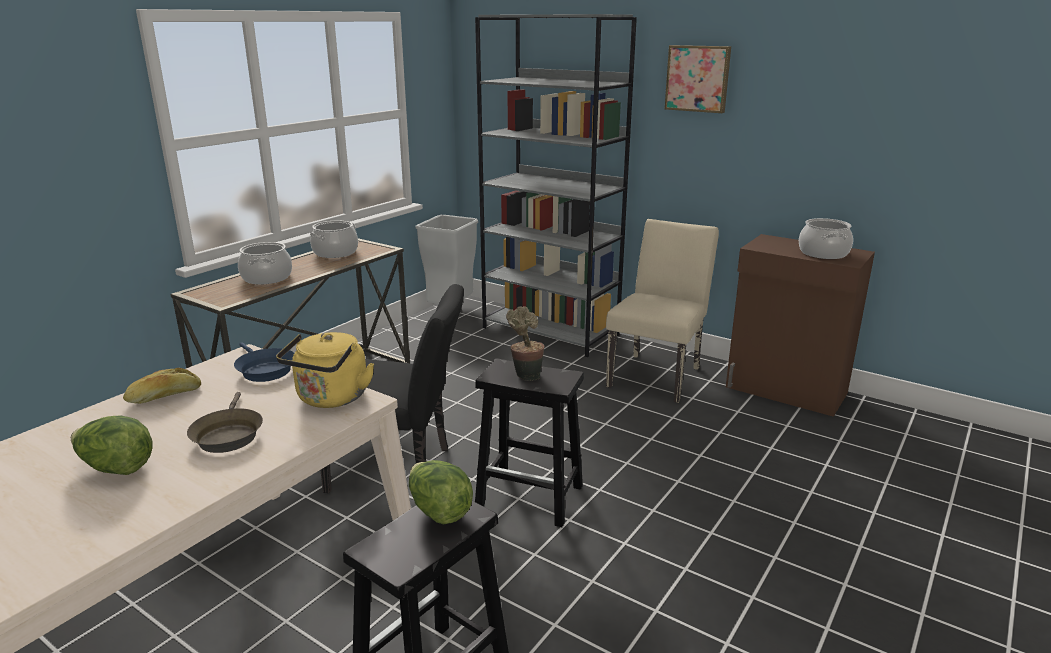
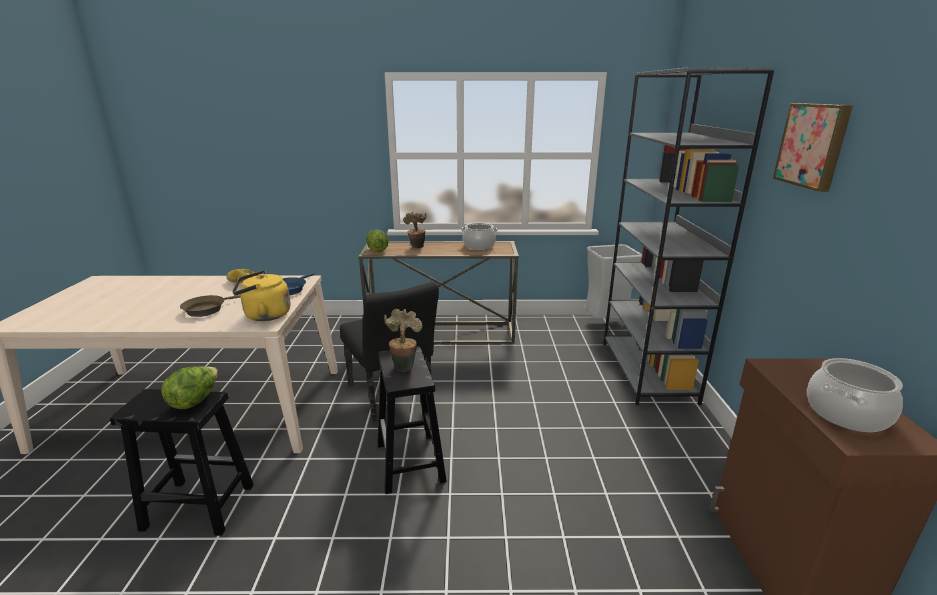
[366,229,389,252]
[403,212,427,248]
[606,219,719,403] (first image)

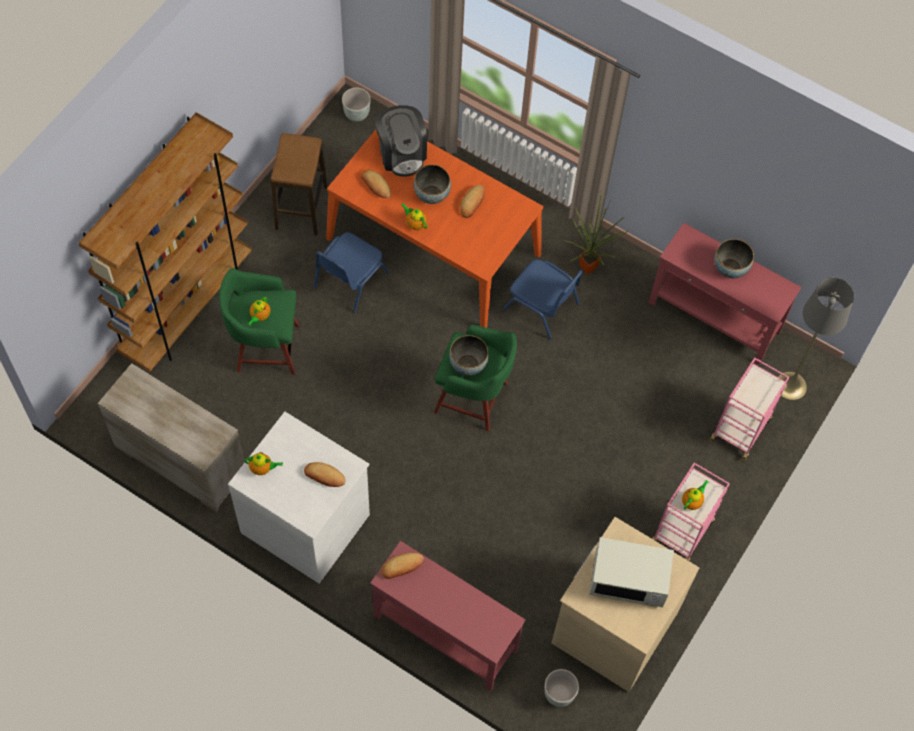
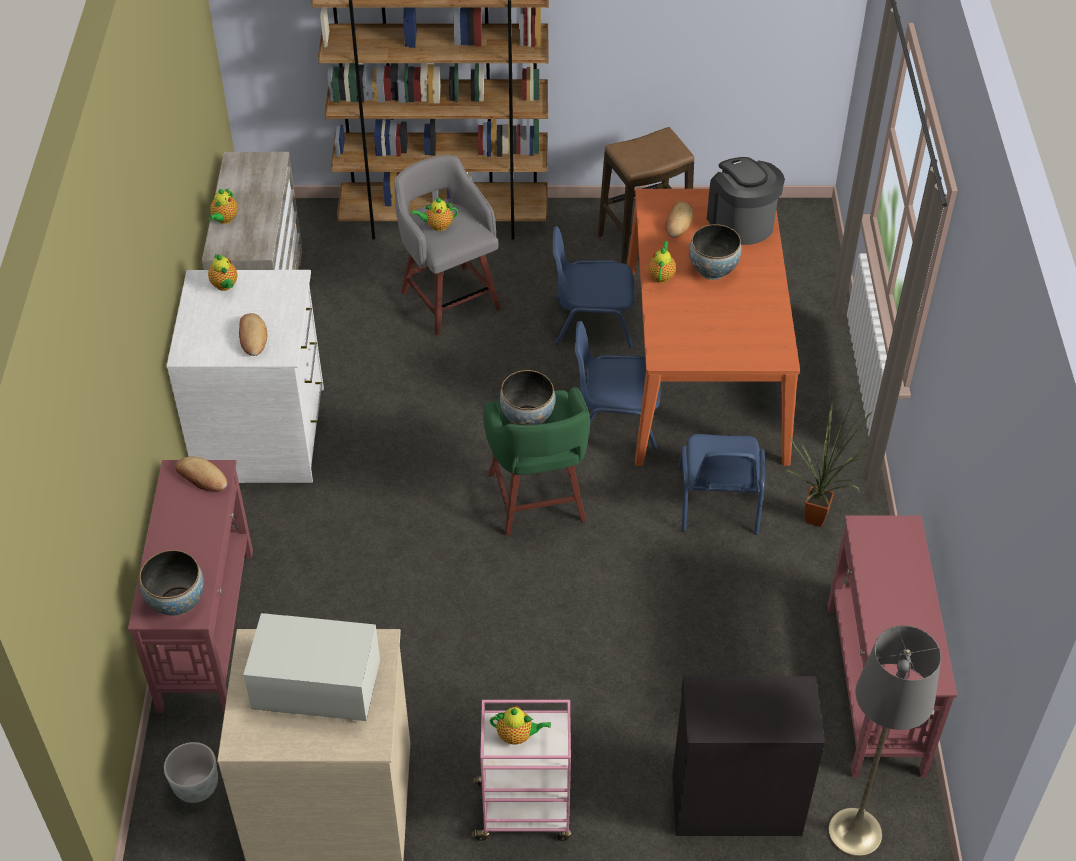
[394,155,501,336]
[342,88,371,121] (first image)
[707,157,785,245]
[460,185,485,218] (first image)
[243,613,380,721]
[672,676,825,836]
[140,550,204,616]
[209,188,238,224]
[575,321,661,450]

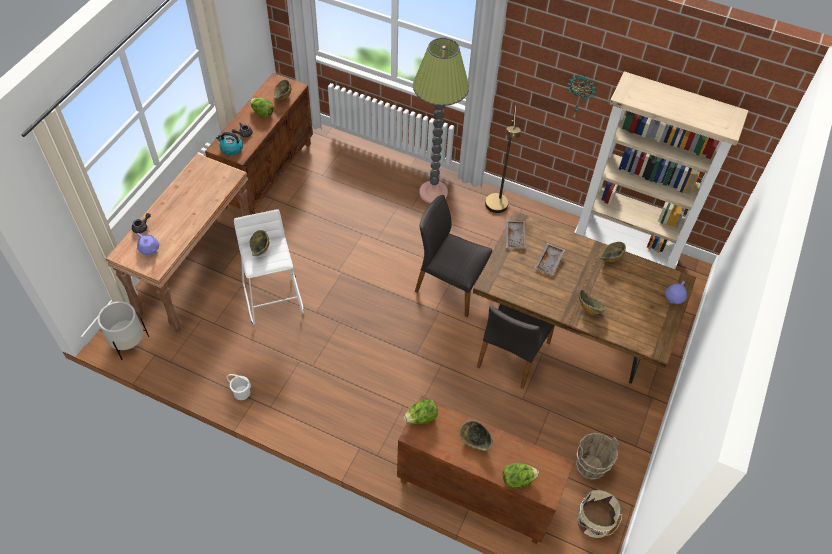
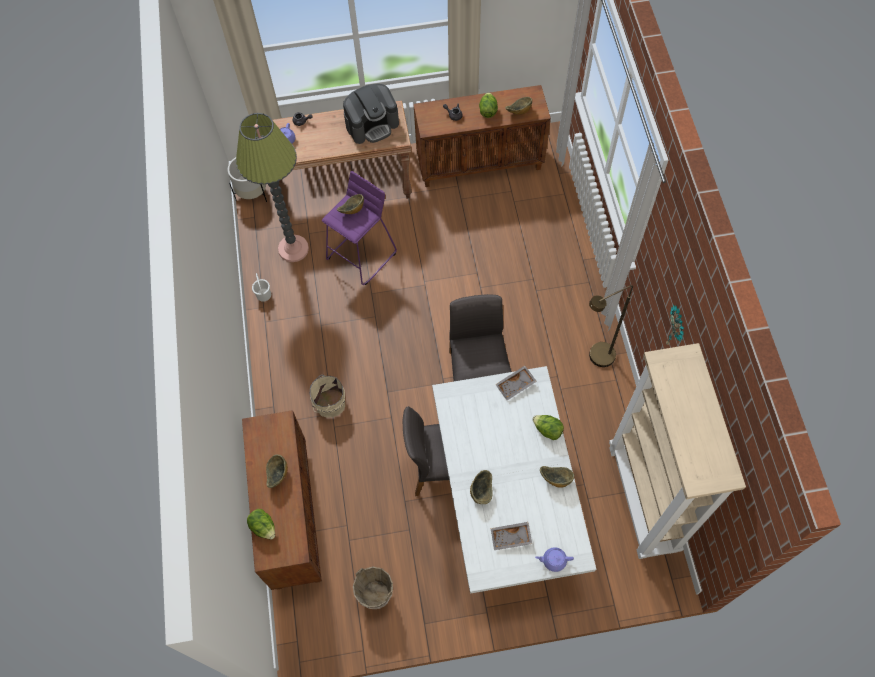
[216,132,243,155] (first image)
[322,171,397,285]
[532,415,564,440]
[236,113,309,262]
[432,366,596,594]
[491,522,532,550]
[310,375,345,418]
[343,84,399,144]

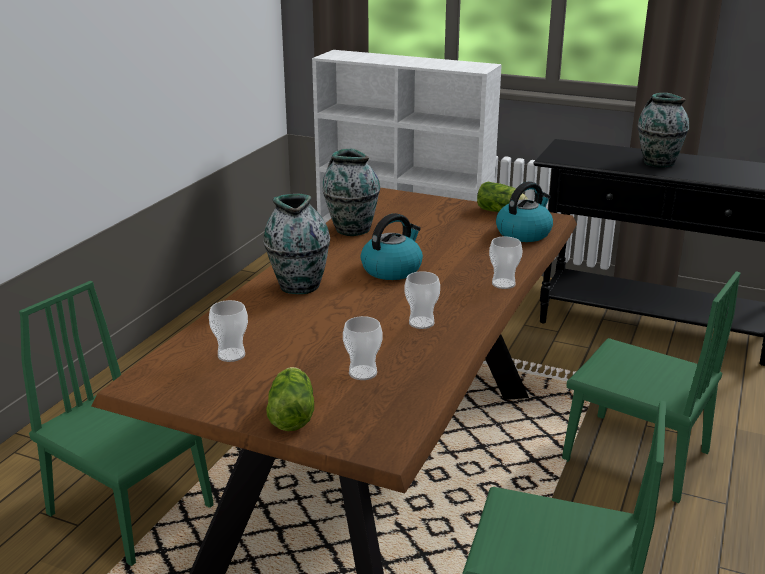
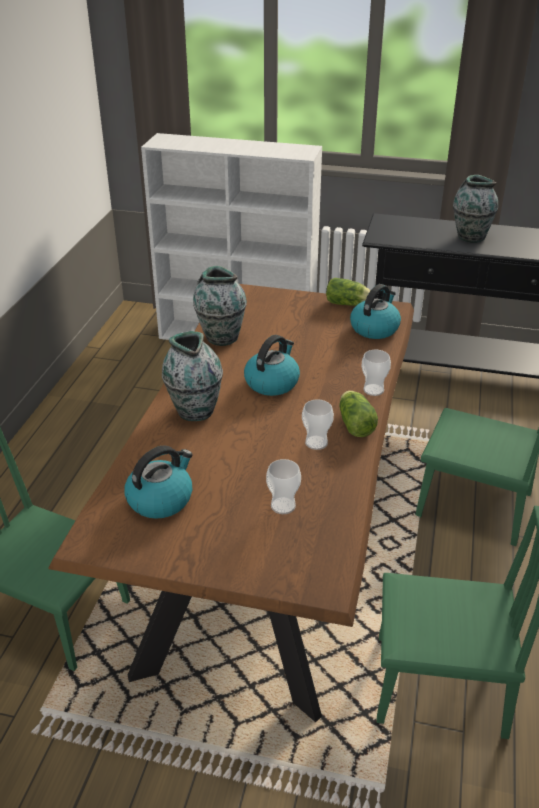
[124,445,193,519]
[339,391,378,437]

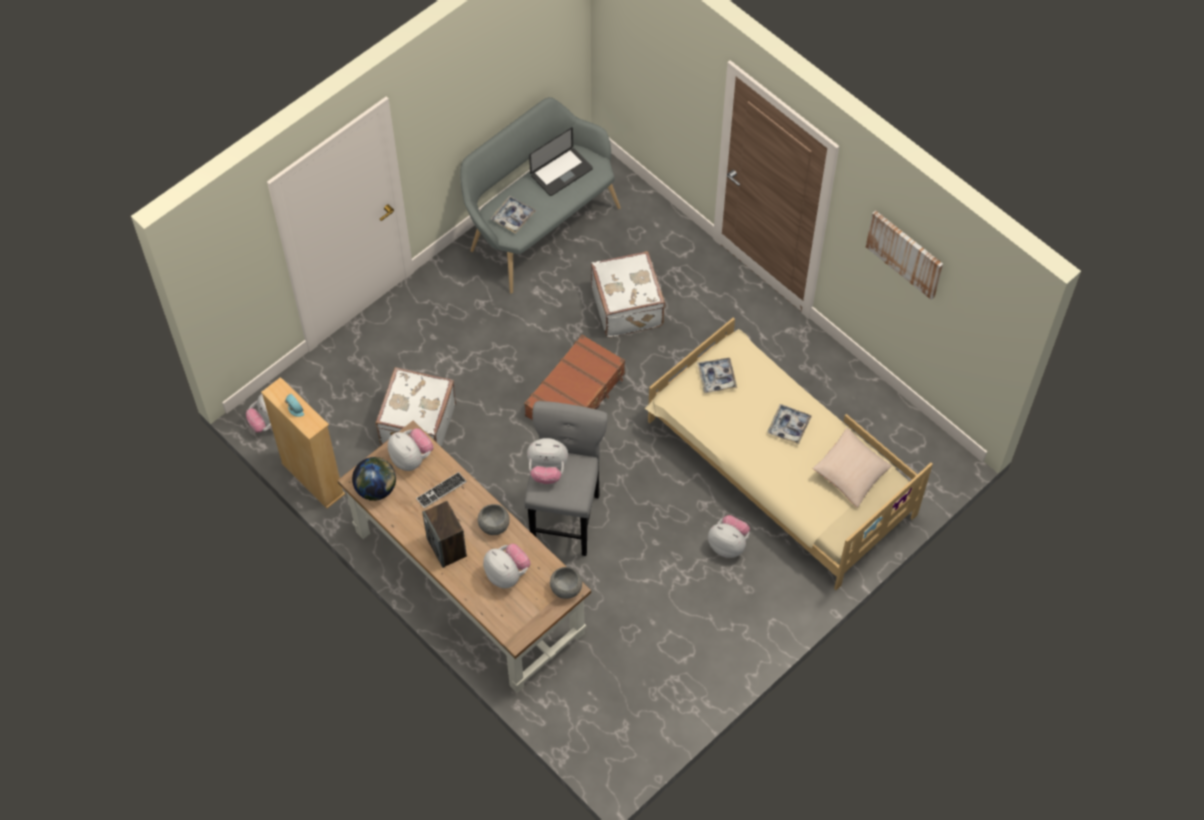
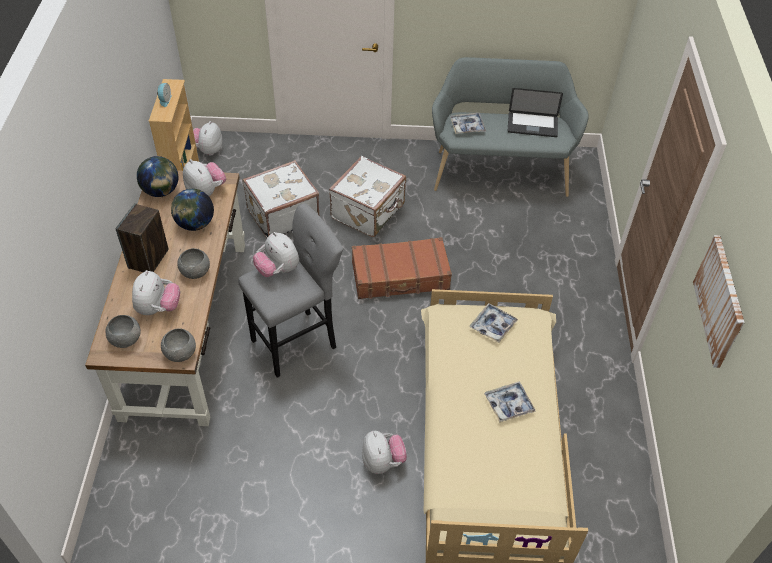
[183,159,226,196]
[171,189,214,231]
[329,156,406,237]
[813,428,891,508] (first image)
[105,315,141,348]

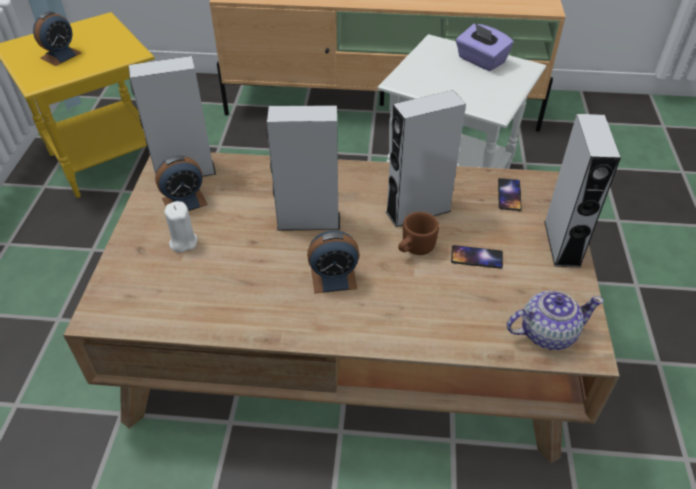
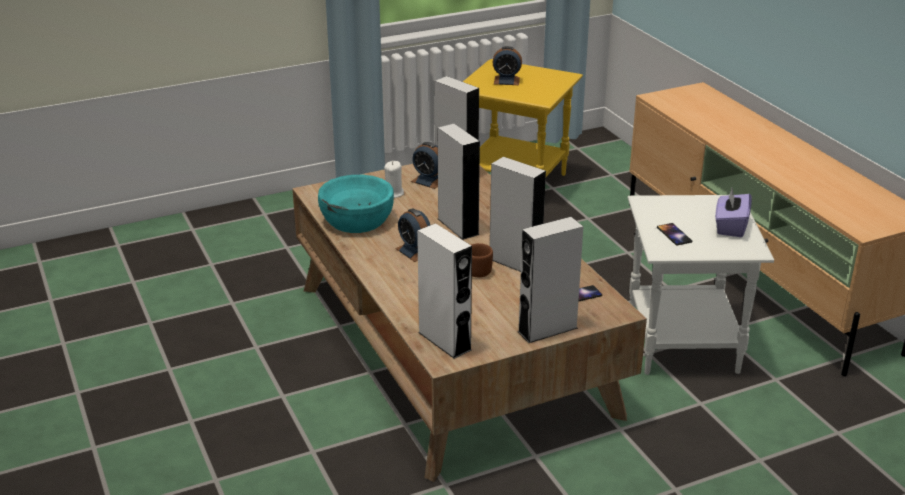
[657,223,693,245]
[417,223,472,359]
[318,175,394,233]

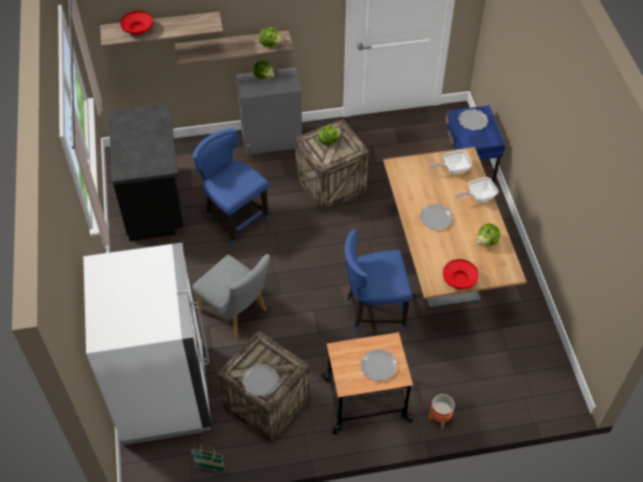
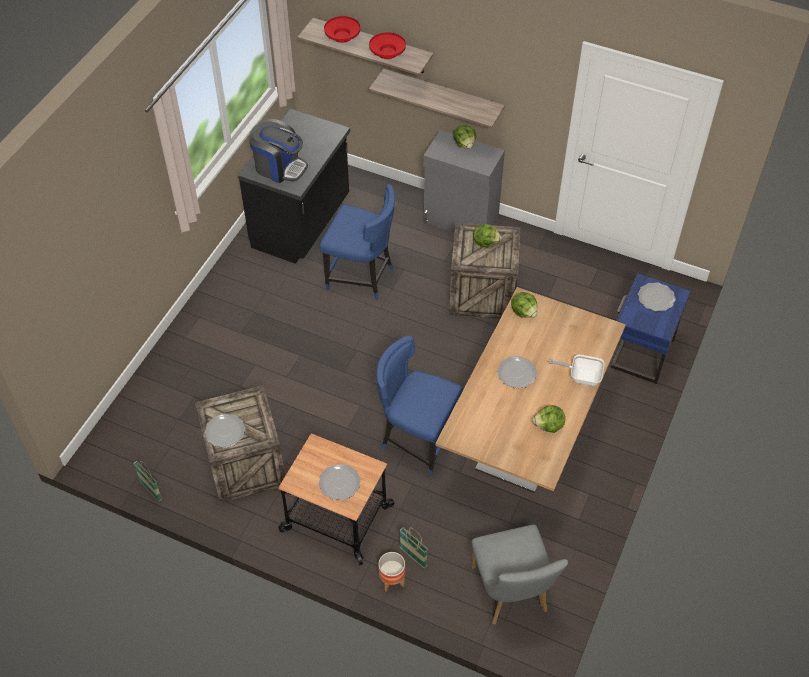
[83,243,212,445] (first image)
[471,525,568,624]
[319,184,395,300]
[511,292,537,318]
[428,150,472,175] (first image)
[369,32,406,59]
[249,119,308,183]
[399,527,428,568]

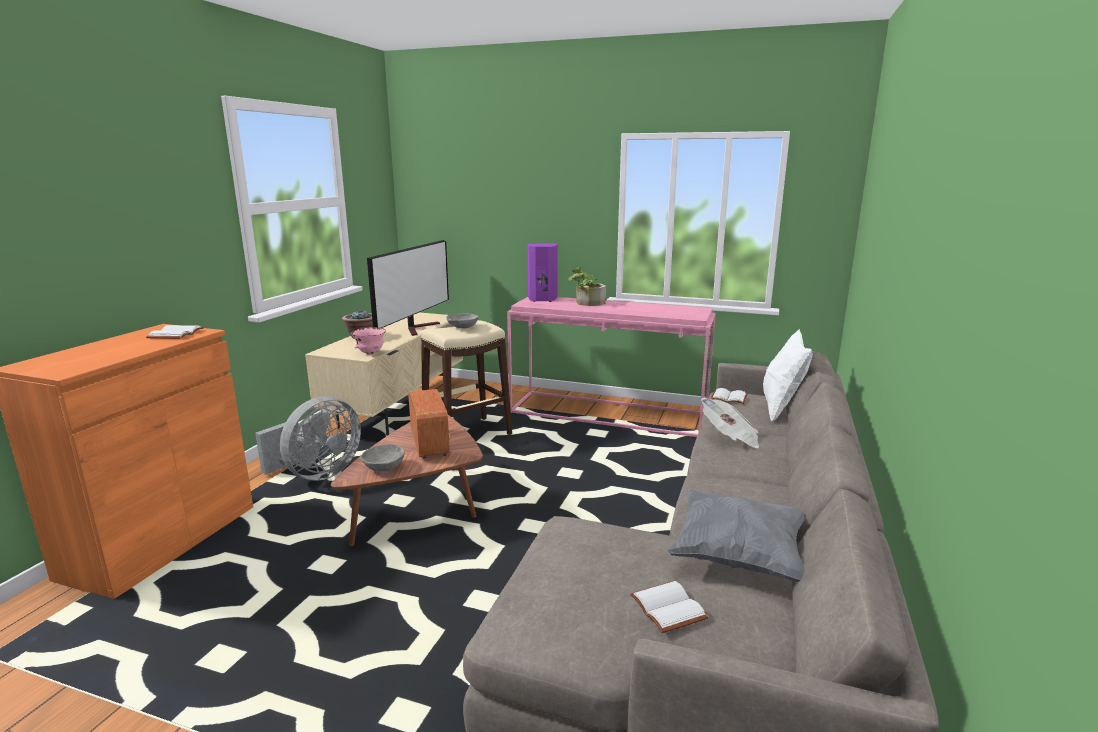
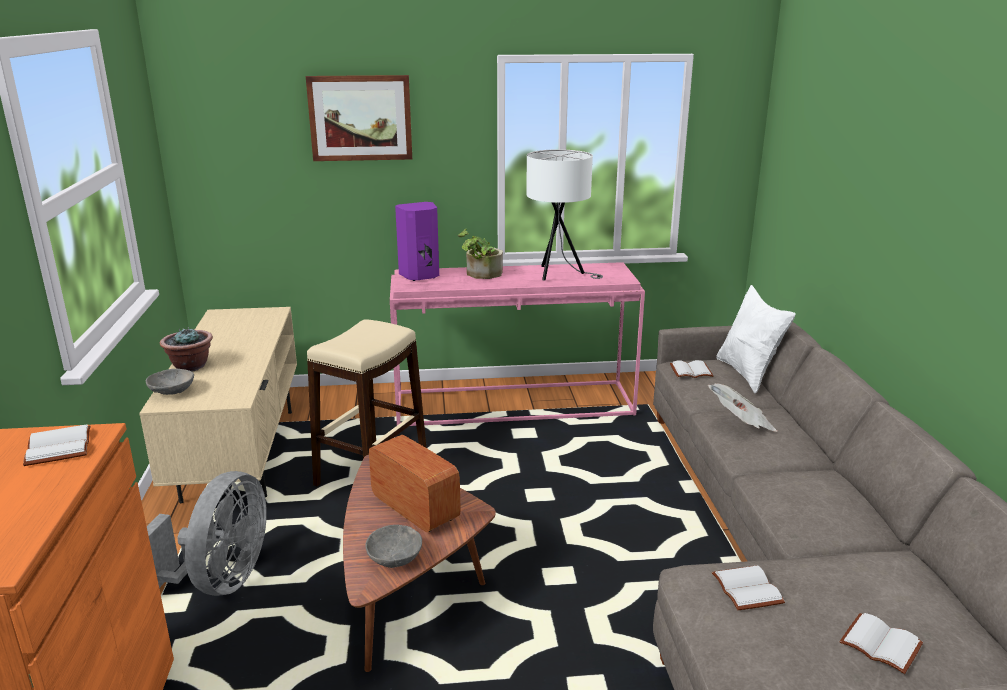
[350,327,386,354] (first image)
[367,240,449,336] (first image)
[146,369,194,395]
[667,490,805,582] (first image)
[306,75,412,161]
[526,149,603,281]
[712,565,785,610]

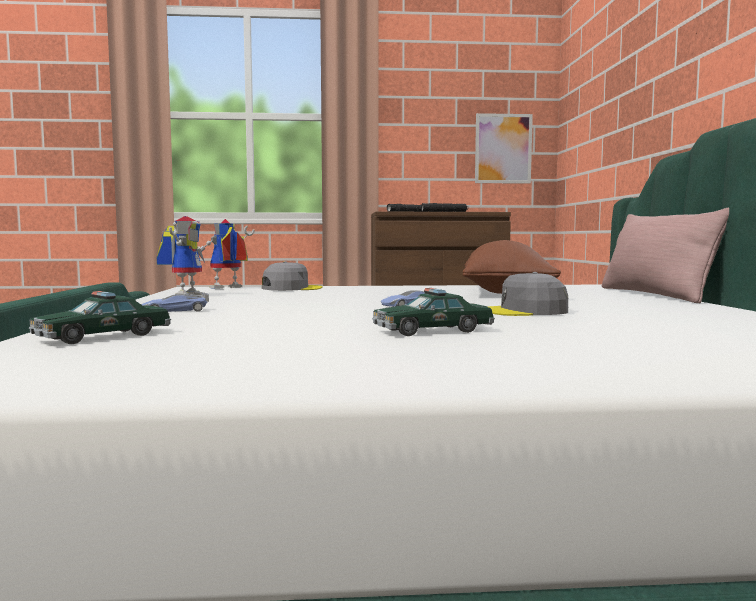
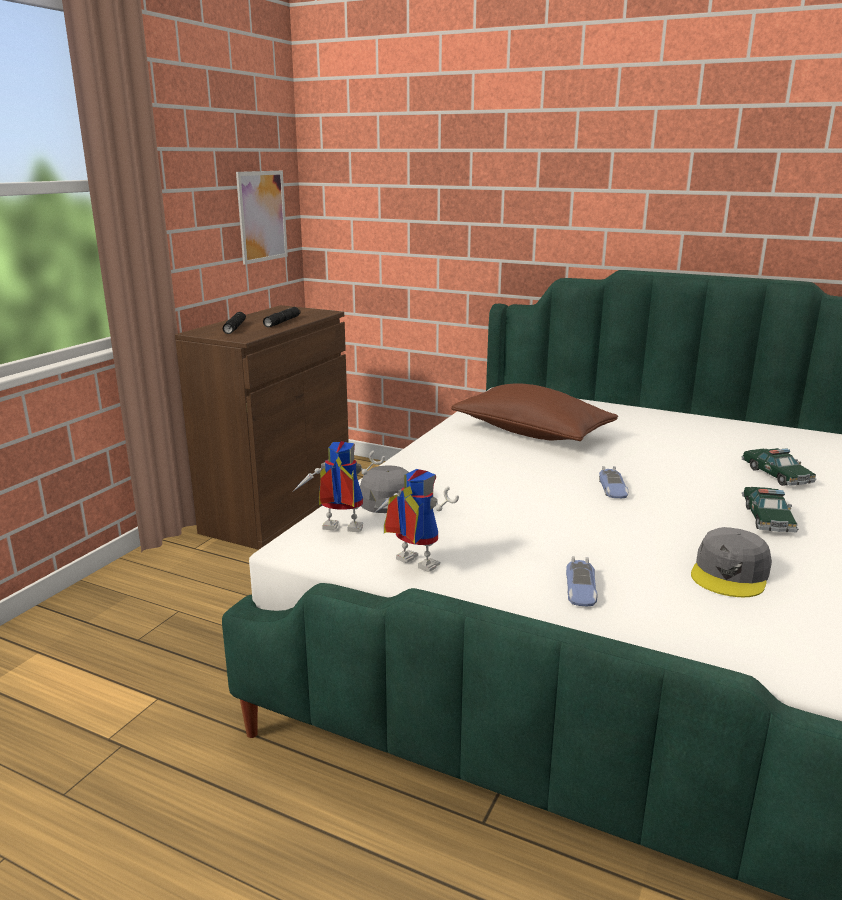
[741,448,816,486]
[292,441,385,532]
[691,527,772,597]
[602,207,729,303] (first image)

